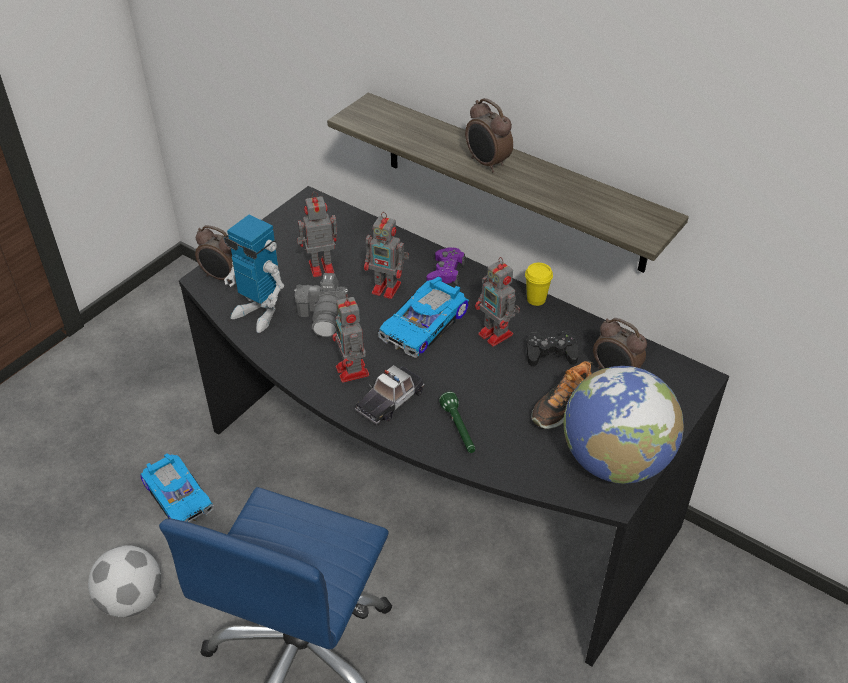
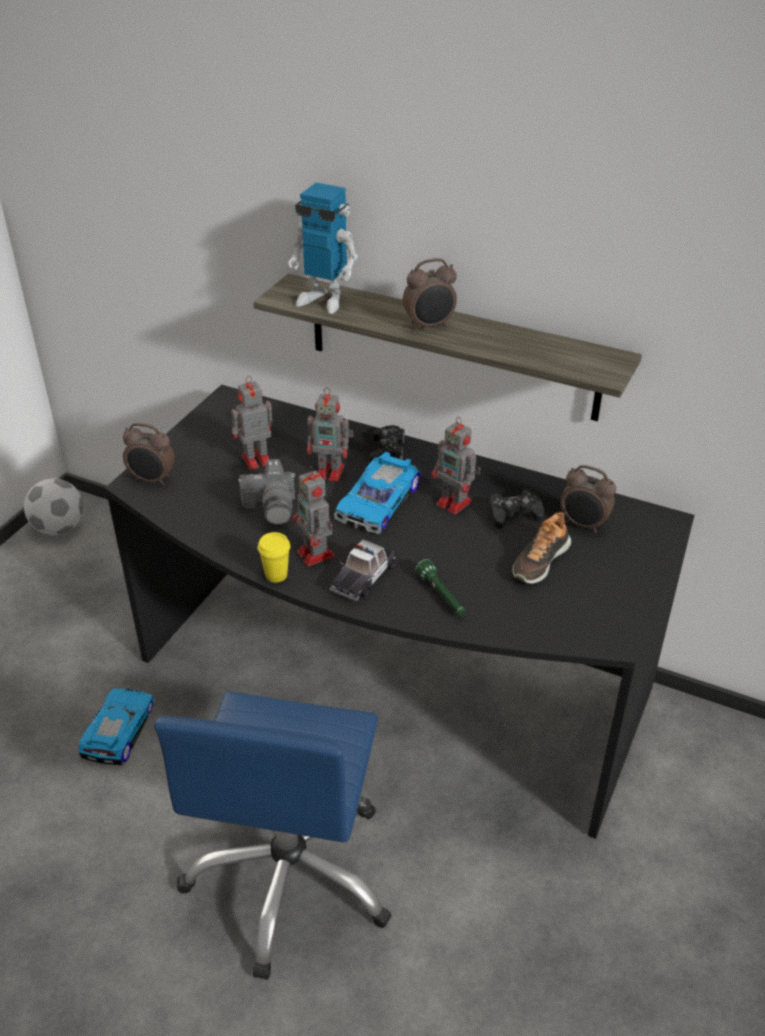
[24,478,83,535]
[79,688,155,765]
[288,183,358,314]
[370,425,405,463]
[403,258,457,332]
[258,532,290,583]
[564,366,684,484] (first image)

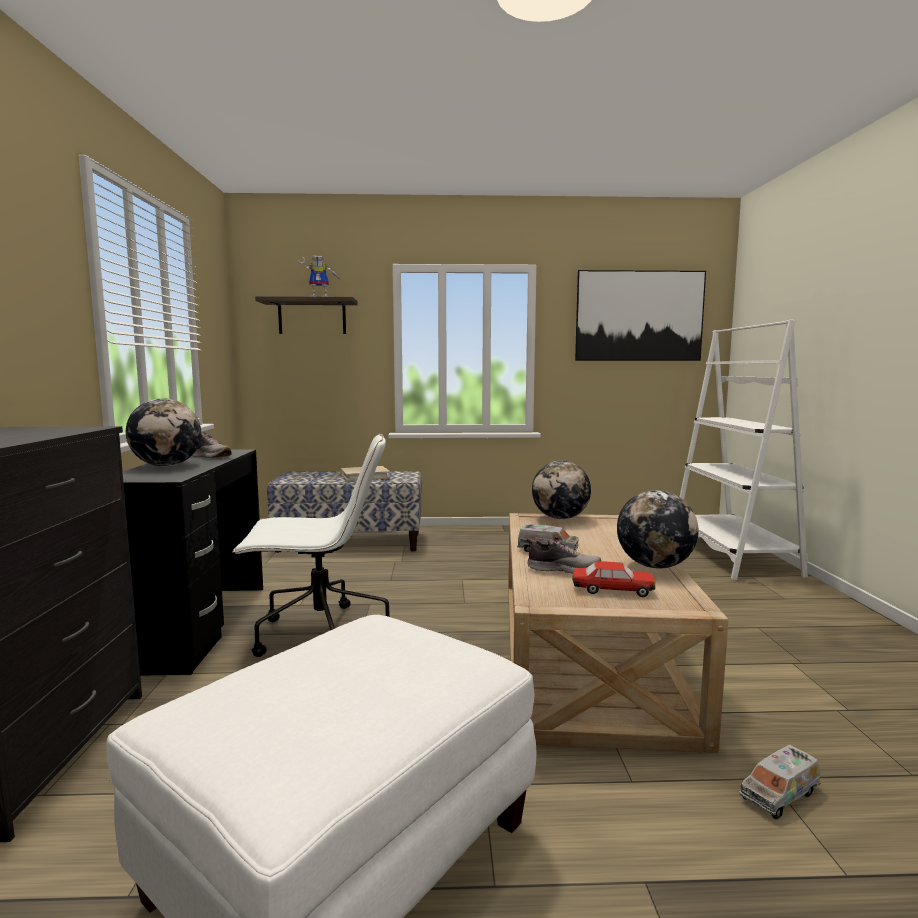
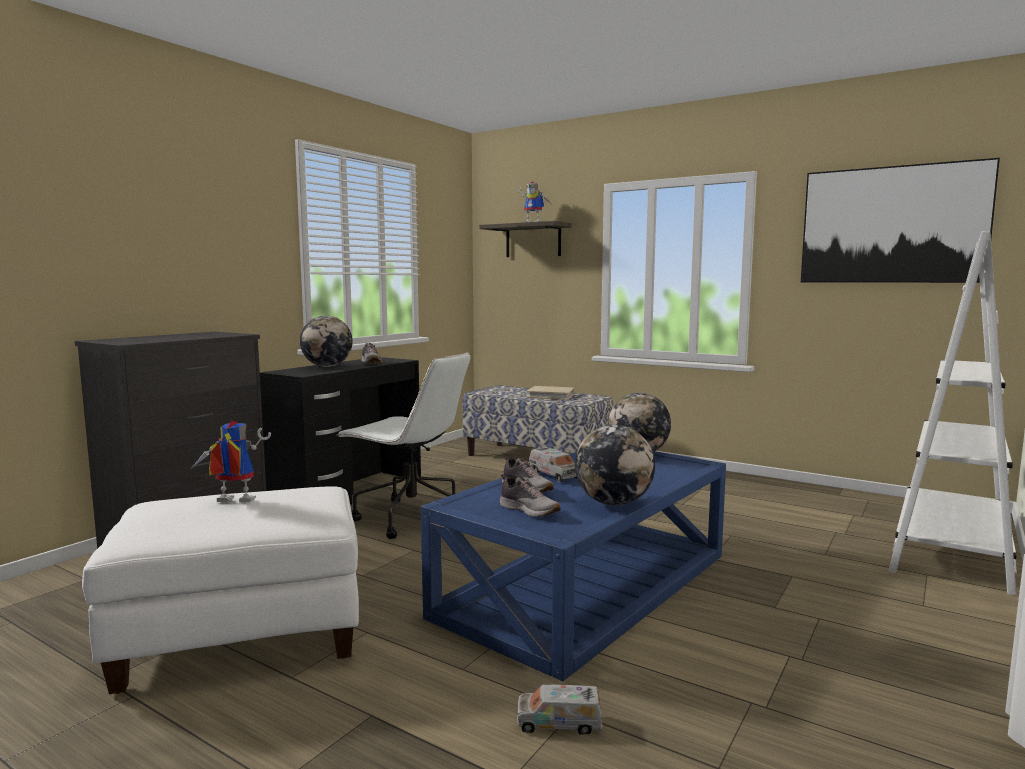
[421,451,726,681]
[500,474,561,517]
[191,421,271,502]

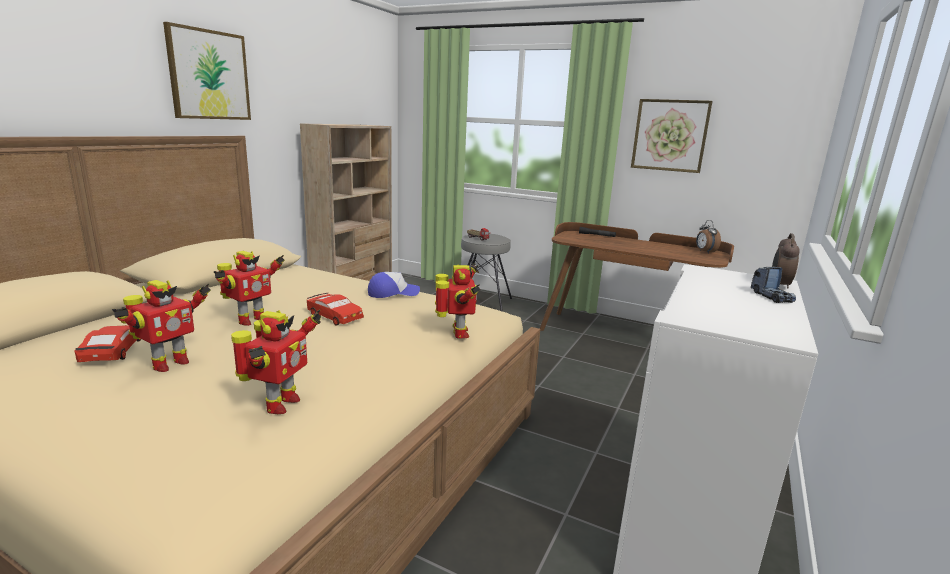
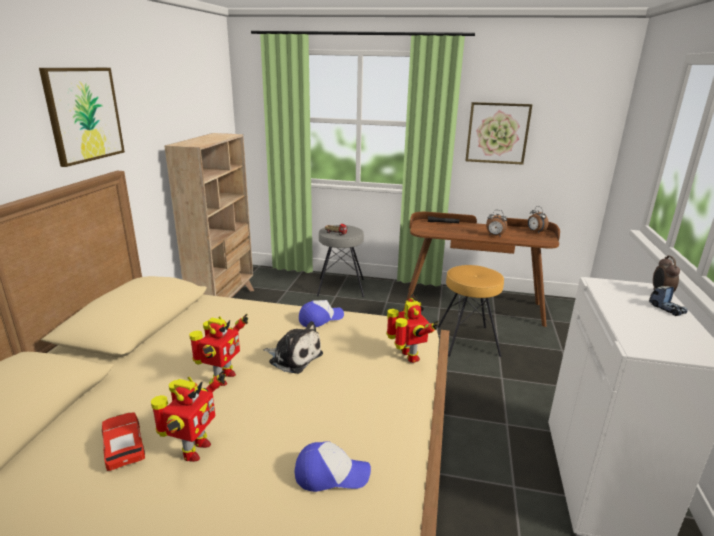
[295,441,371,492]
[263,321,323,374]
[438,265,504,357]
[486,210,507,237]

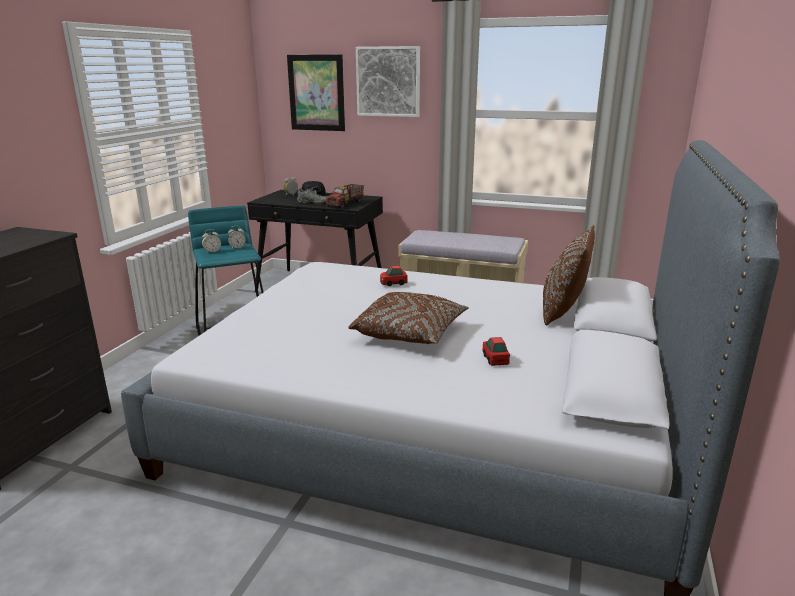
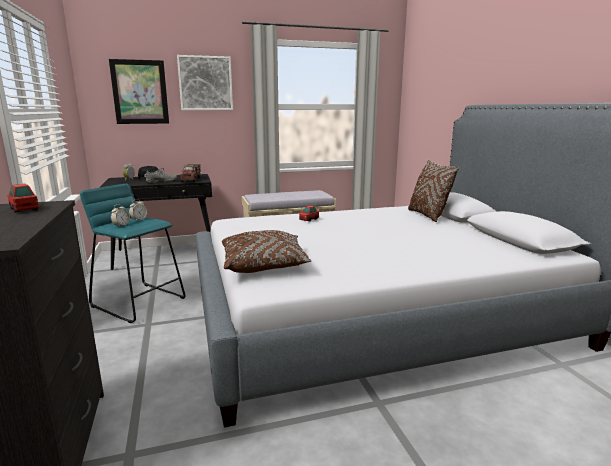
[222,230,312,273]
[7,184,39,212]

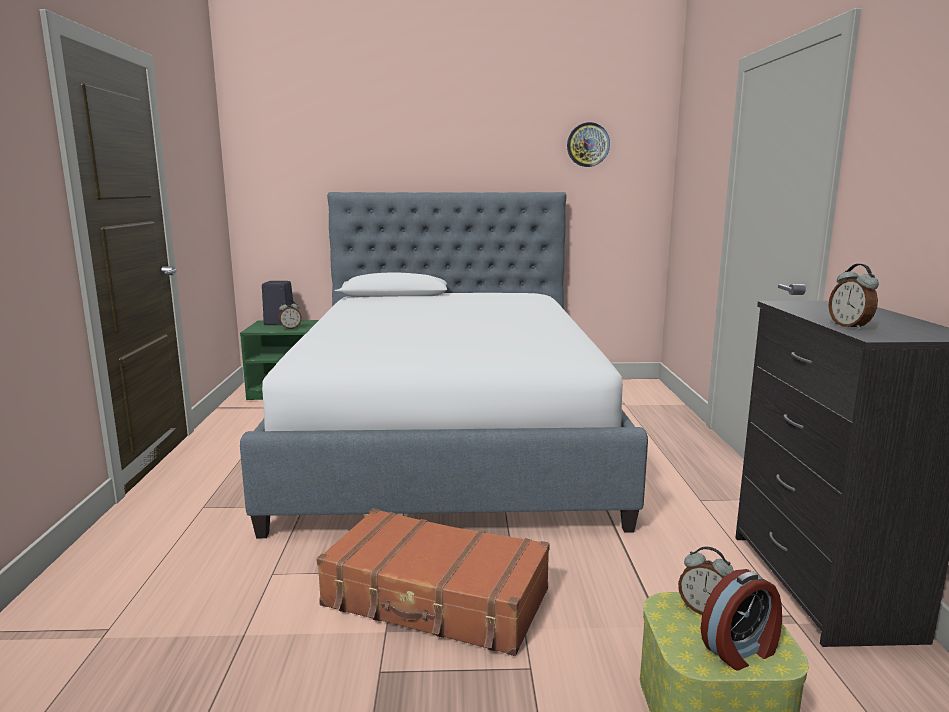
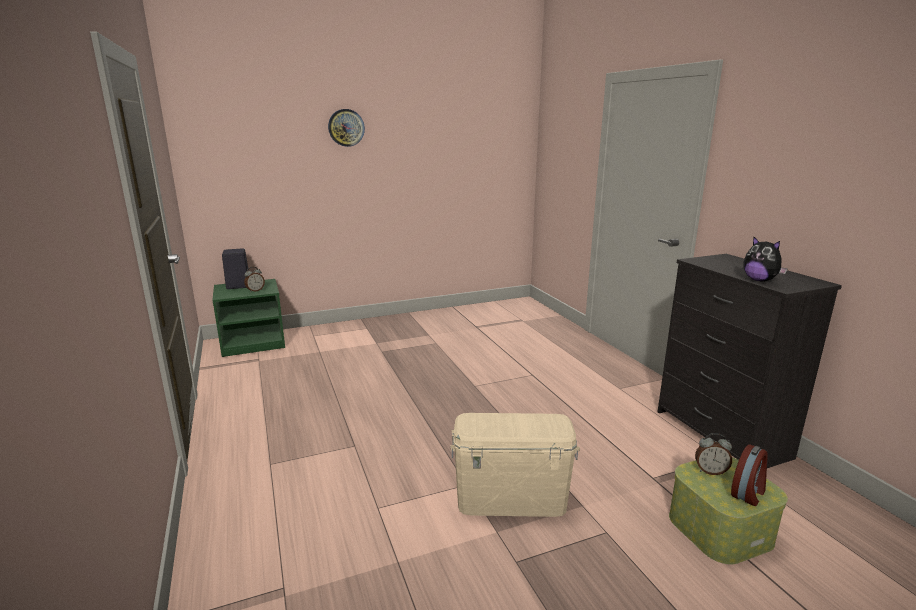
[240,192,648,538] (first image)
[451,413,580,517]
[328,109,365,147]
[743,237,788,282]

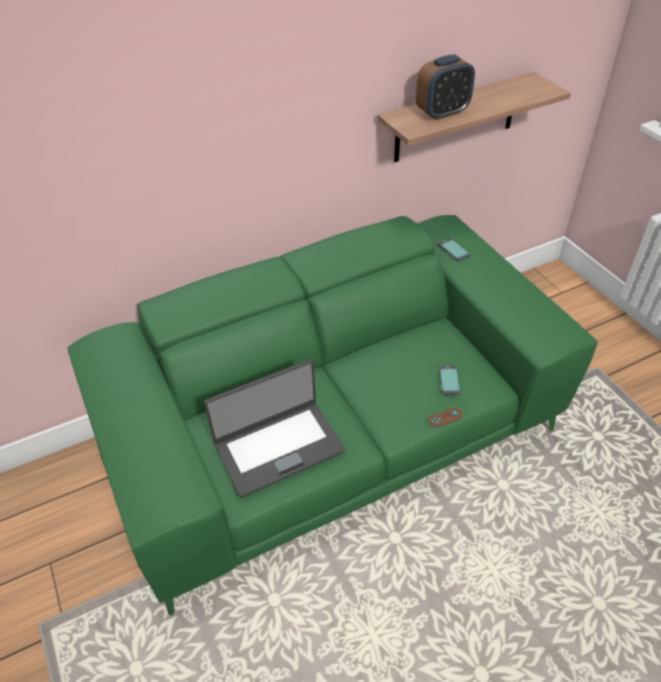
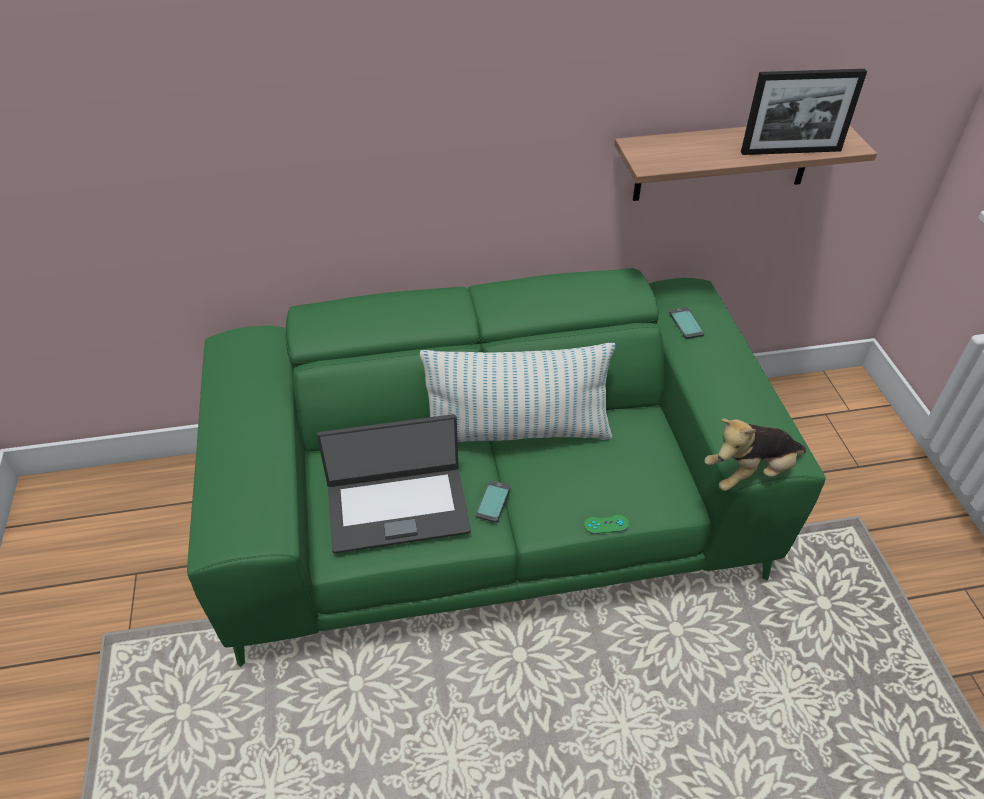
[416,54,475,120] (first image)
[584,515,629,534]
[476,480,511,523]
[420,343,615,442]
[704,418,806,491]
[741,69,867,155]

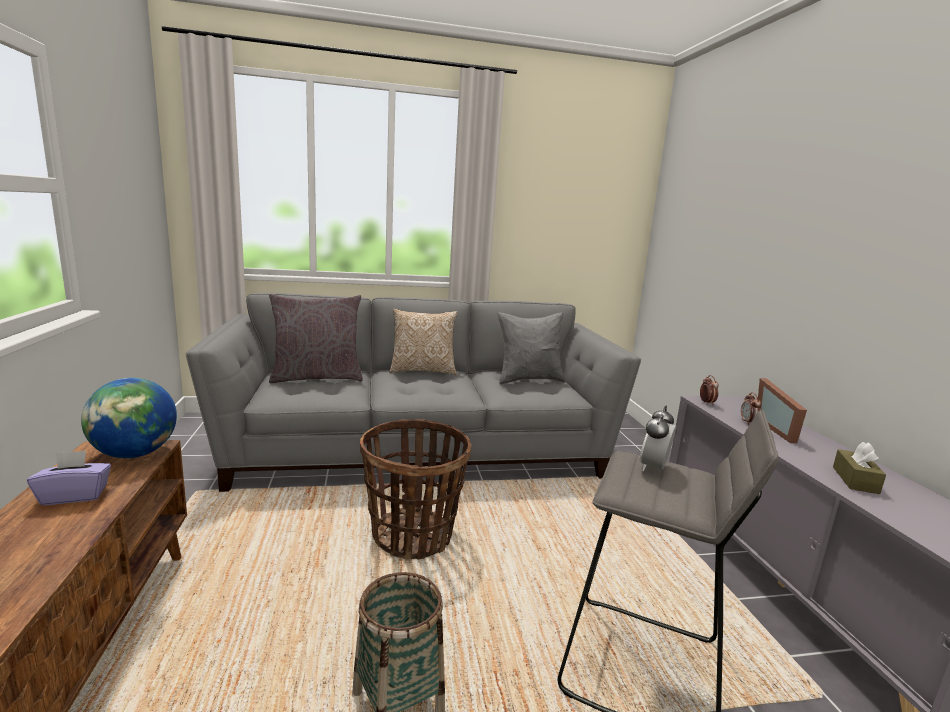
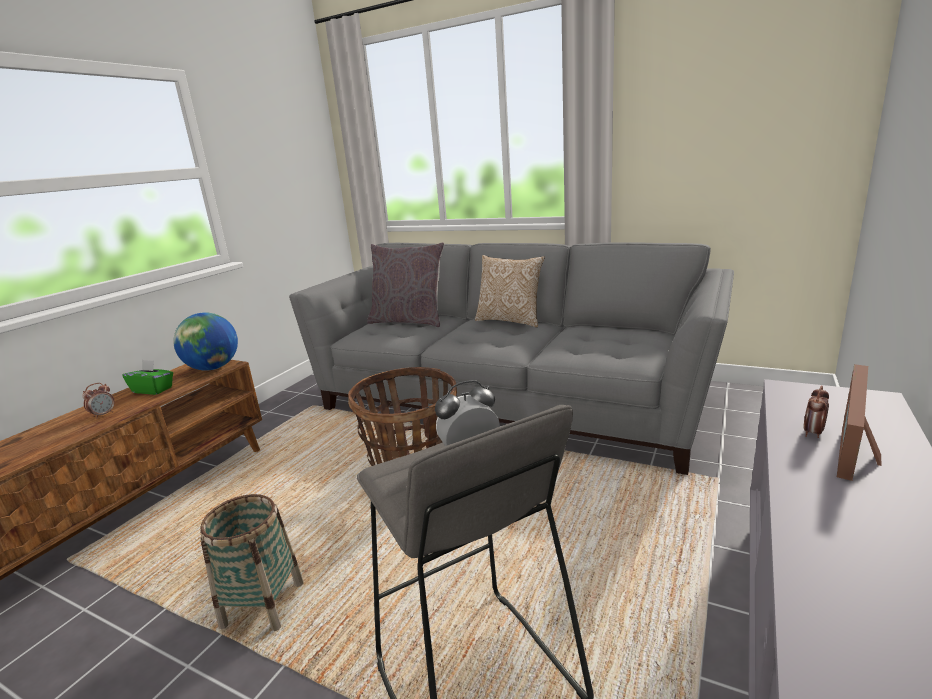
[122,360,173,395]
[497,312,566,385] (first image)
[82,383,114,419]
[833,442,886,494] (first image)

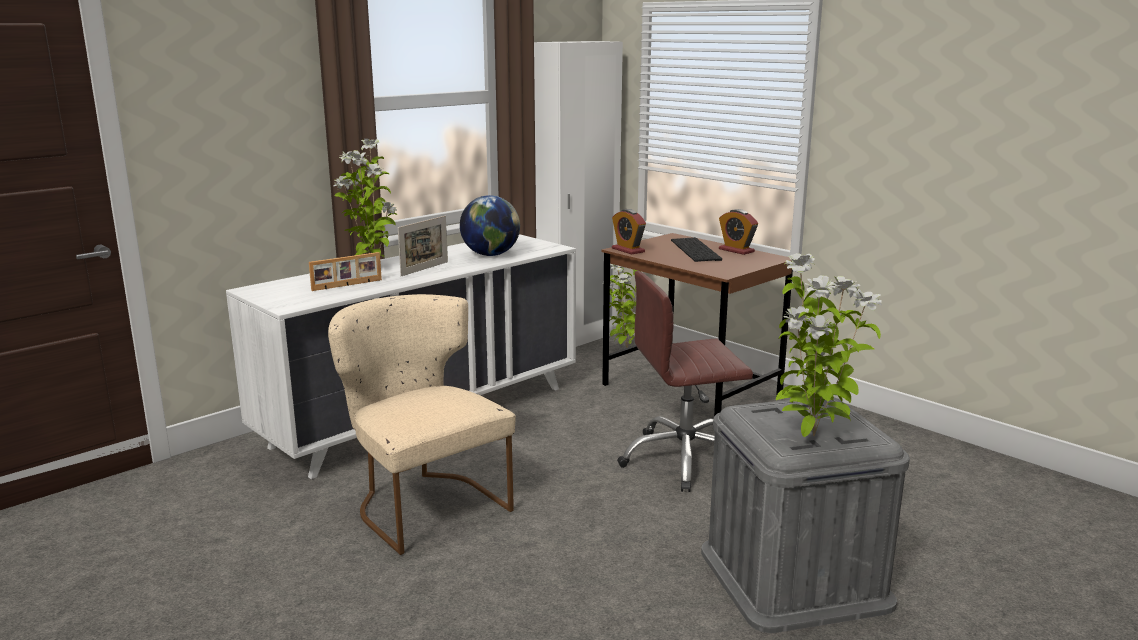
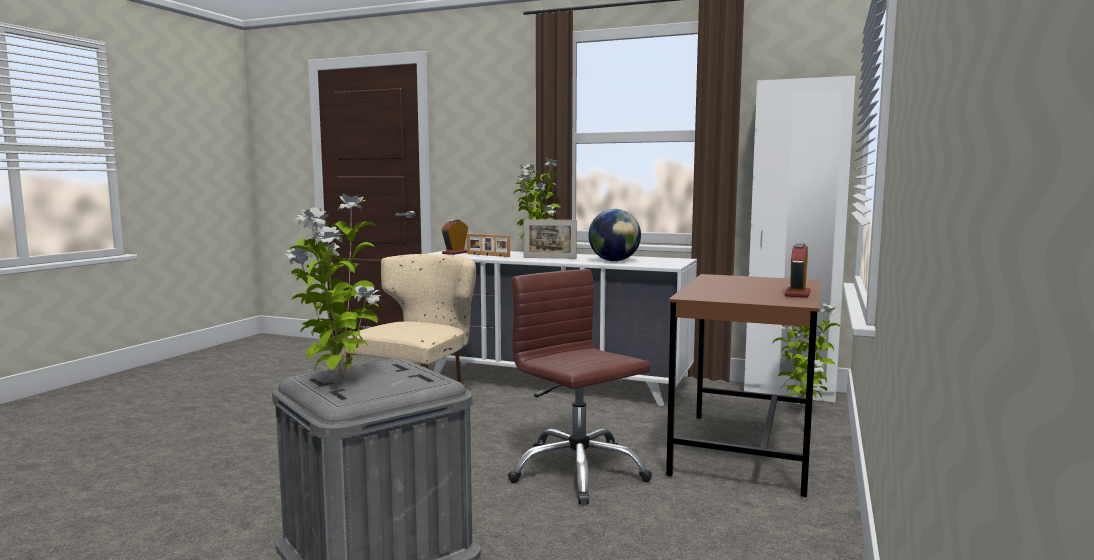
[441,219,468,255]
[671,237,722,262] (first image)

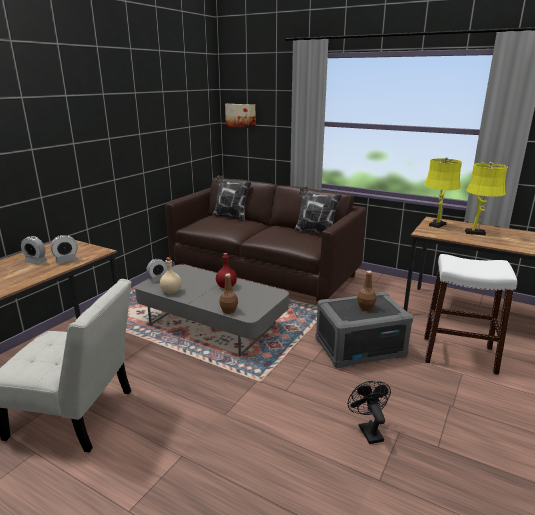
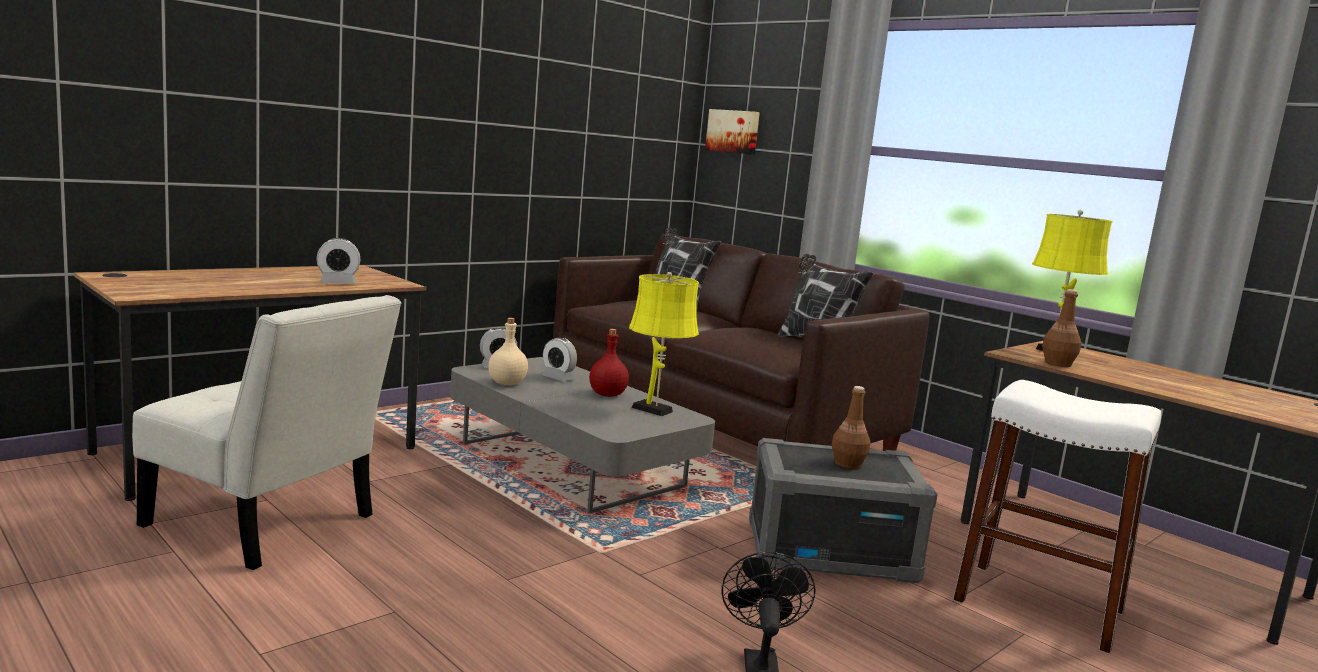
[542,338,577,381]
[1042,289,1081,367]
[629,272,699,416]

